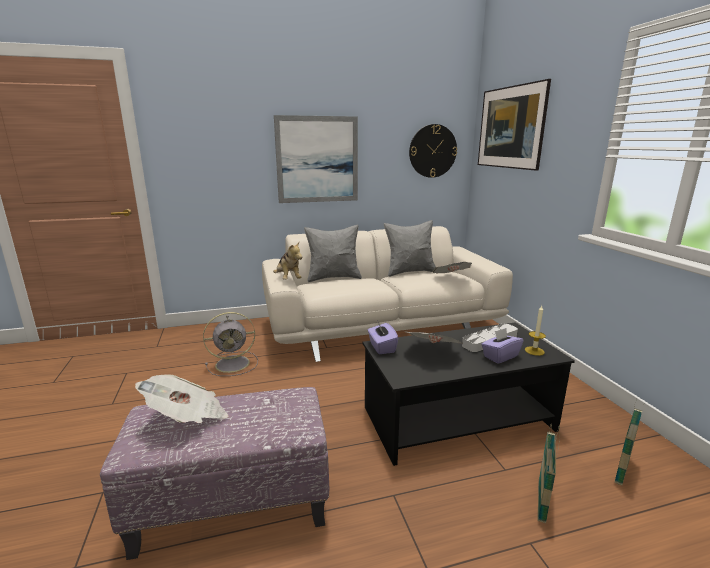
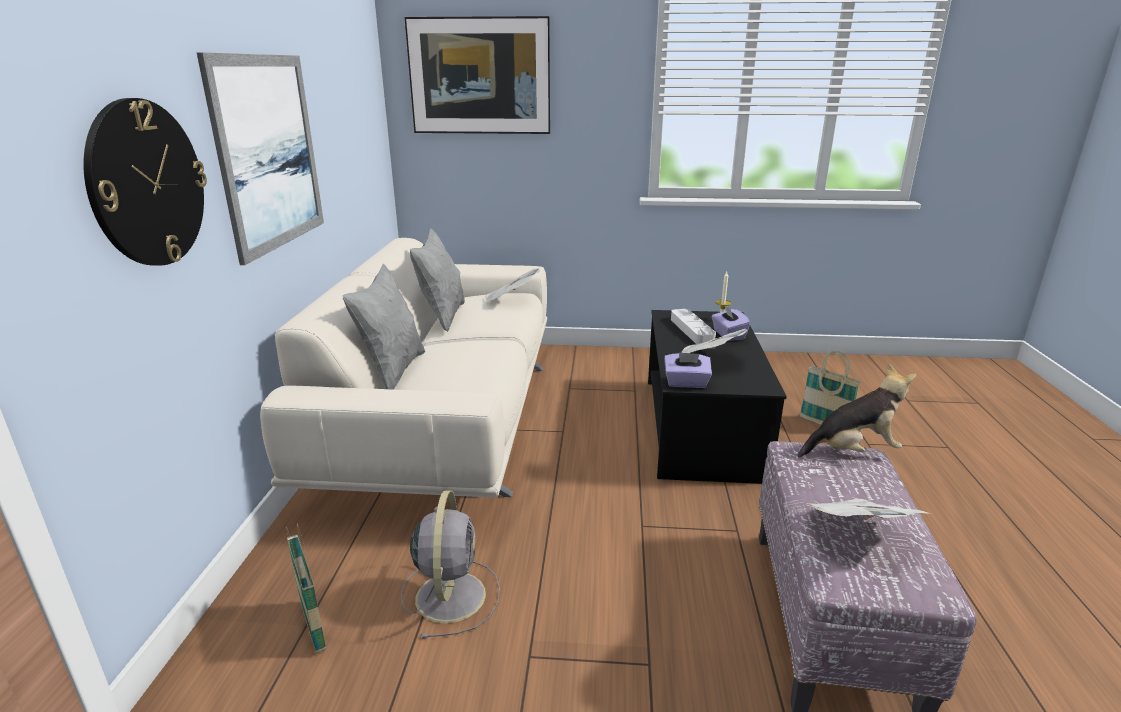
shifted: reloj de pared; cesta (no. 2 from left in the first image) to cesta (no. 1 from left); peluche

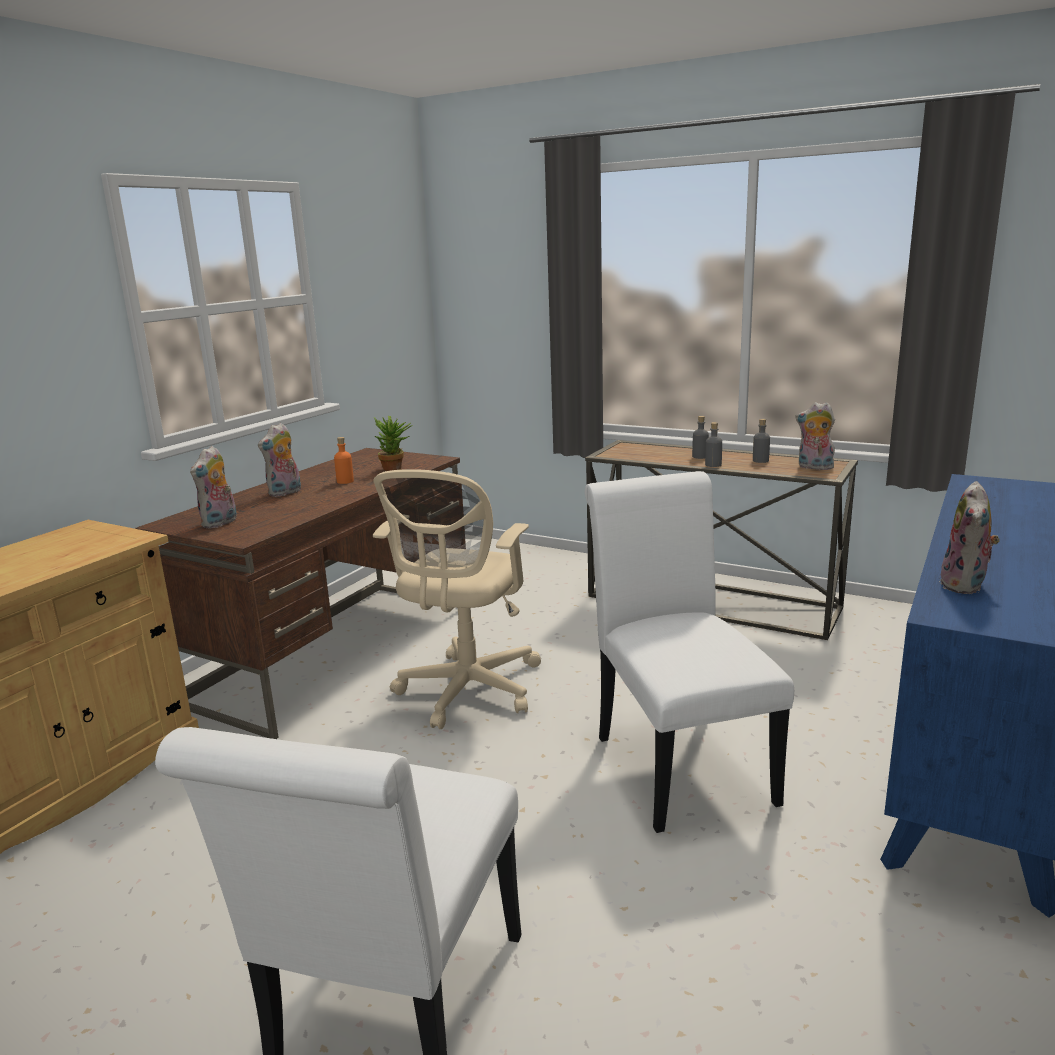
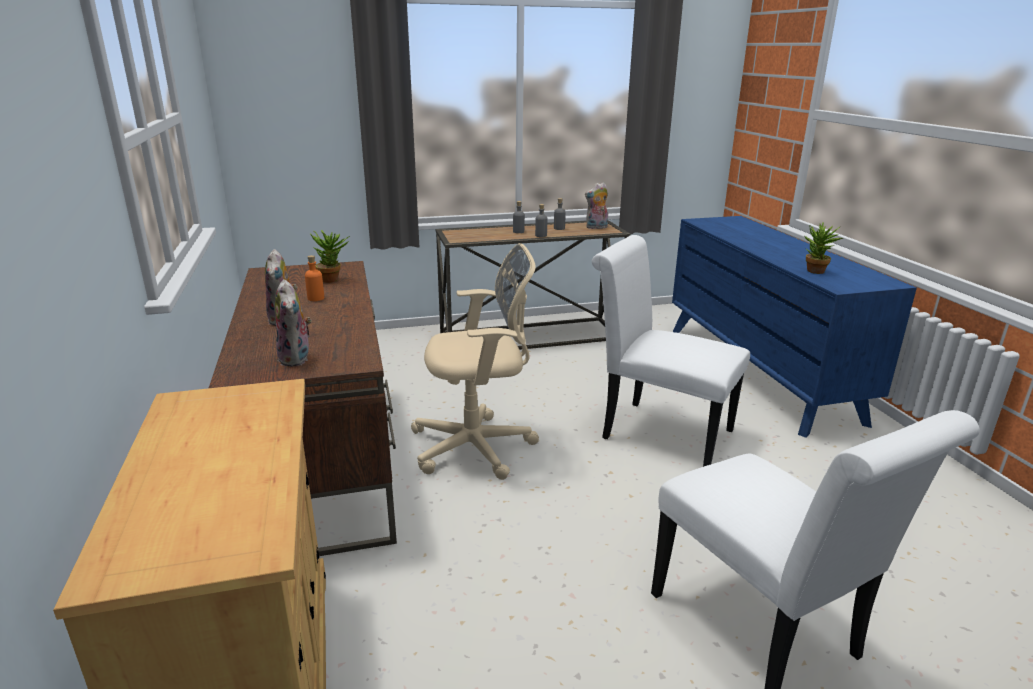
swapped: peluche (no. 4 from left) to planta en maceta (no. 2 from left)
rotated: silla de oficina/beis 75 degrees counterclockwise

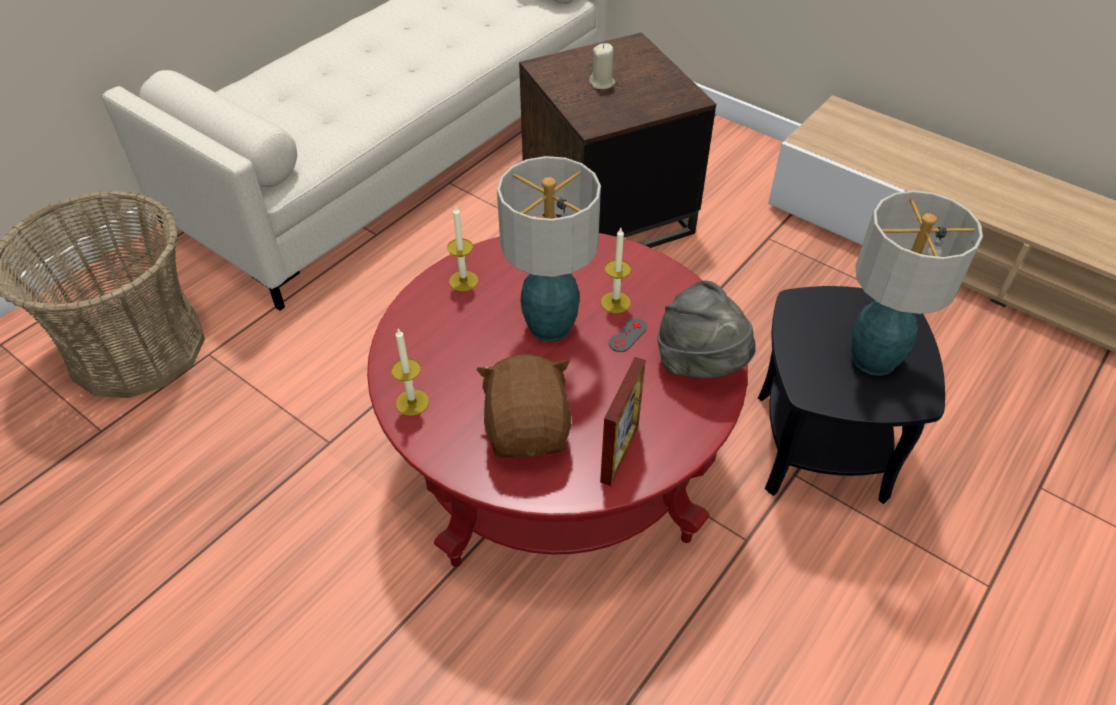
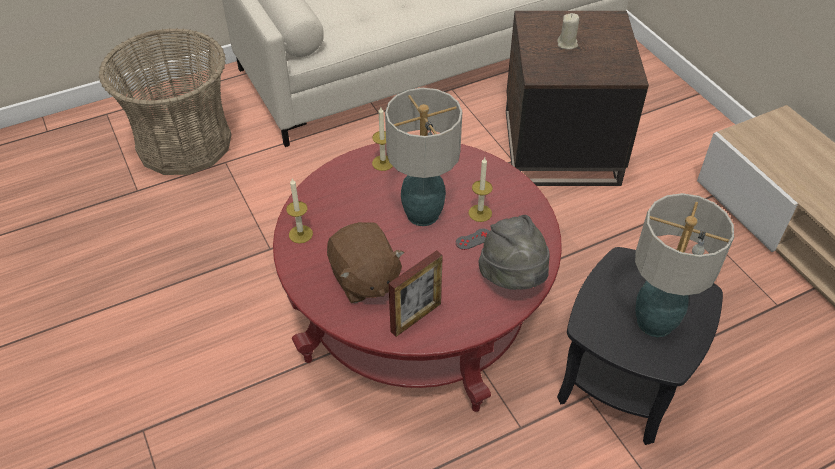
rotated: peluche/marrón 135 degrees clockwise

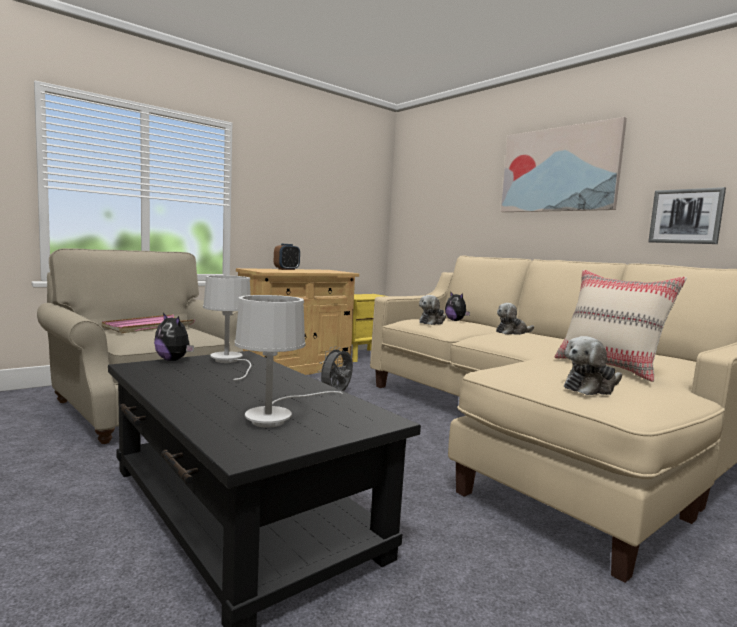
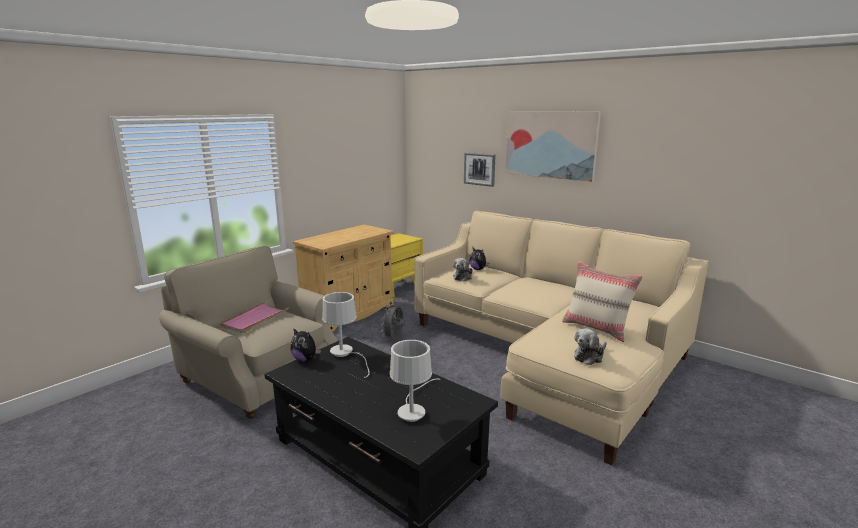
gone: despertador; peluche (no. 4 from left)
shifted: cuadro (no. 2 from left in the first image) to cuadro (no. 1 from left)

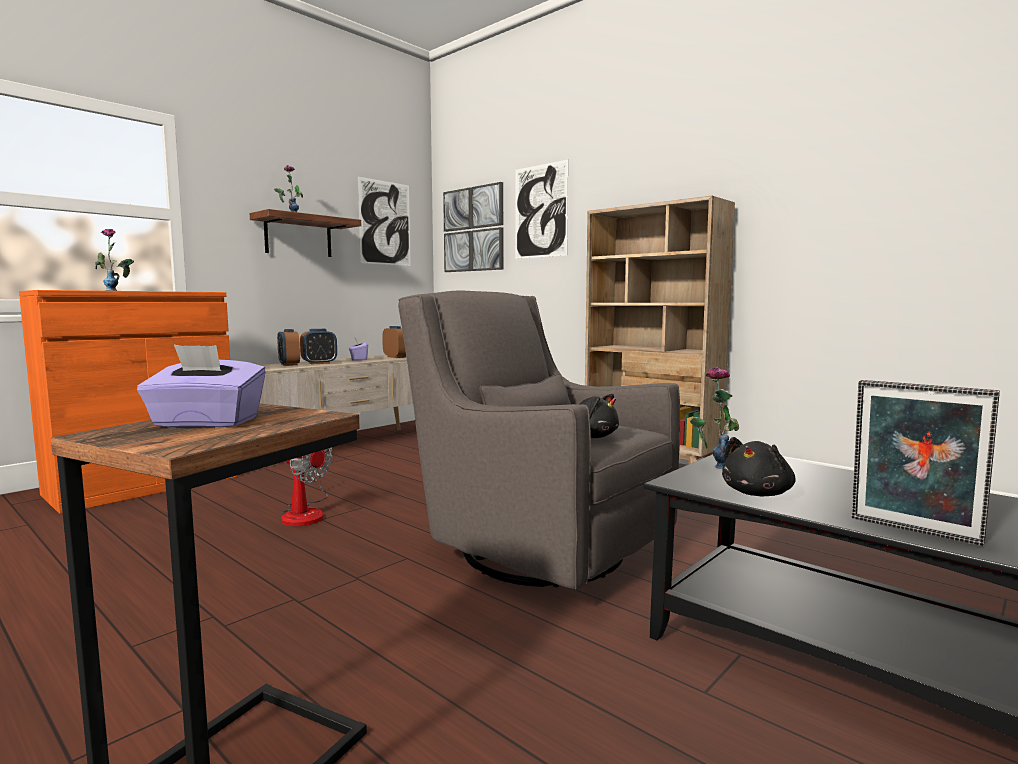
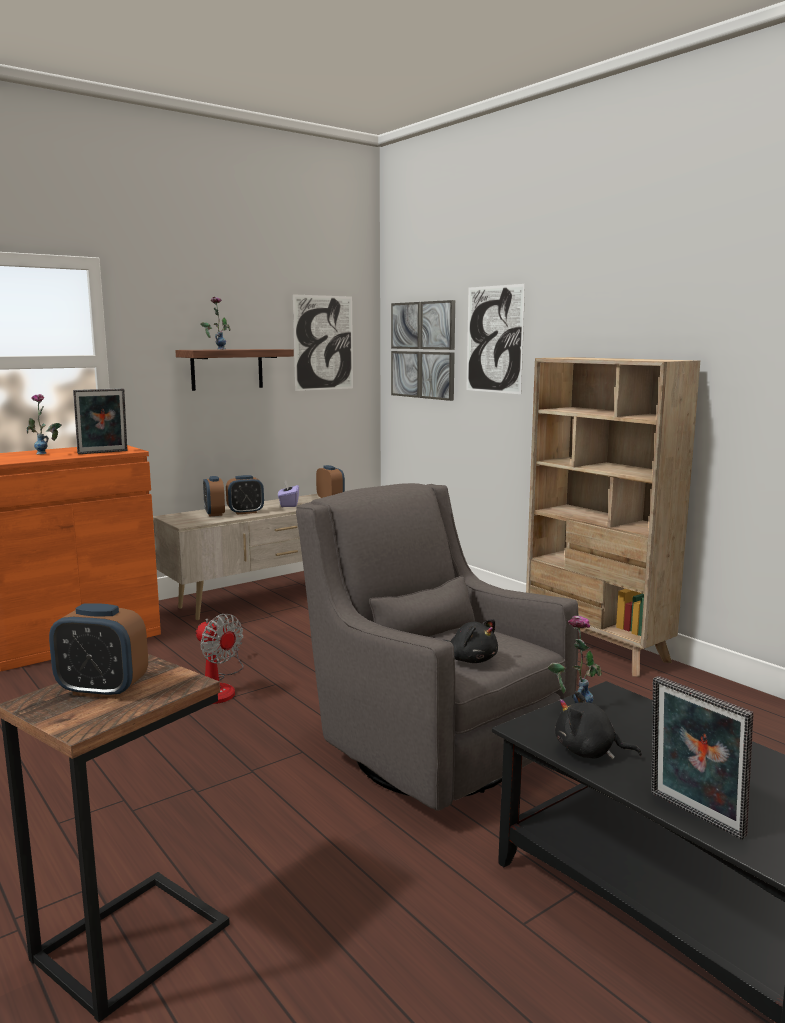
new: portarretratos (no. 1 from left)
swapped: caja de pañuelos/morado (no. 1 from left) to despertador (no. 1 from left)
rotated: peluche/negro (no. 2 from left) 60 degrees clockwise

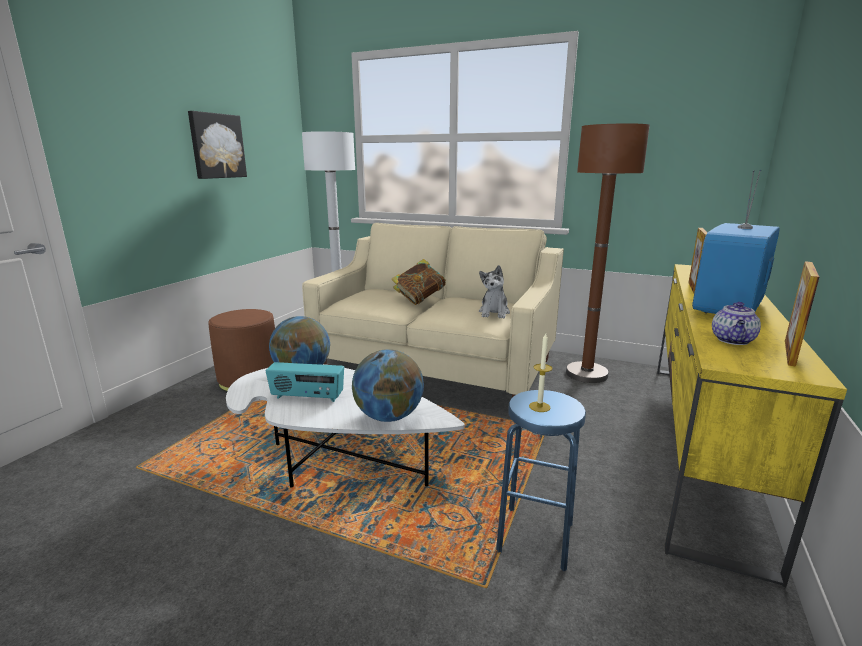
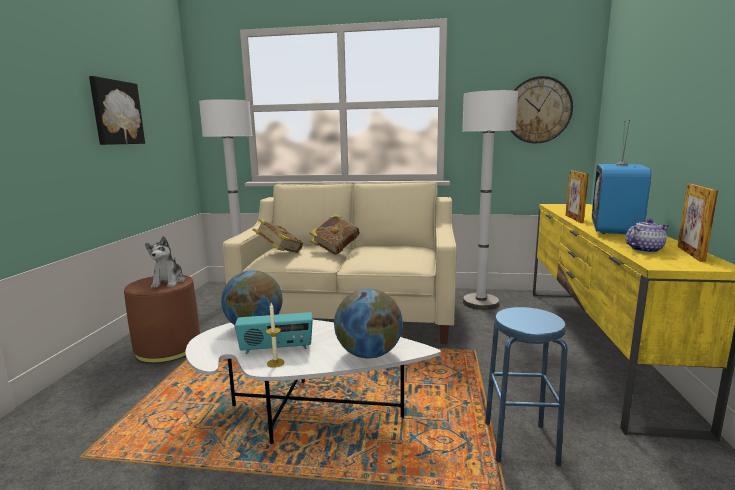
new: libro (no. 1 from left); reloj de pared
shifted: peluche; vela
repainted: lámpara de pie/marrón to lámpara de pie/blanco (no. 2 from left)
rotated: tetera 120 degrees counterclockwise

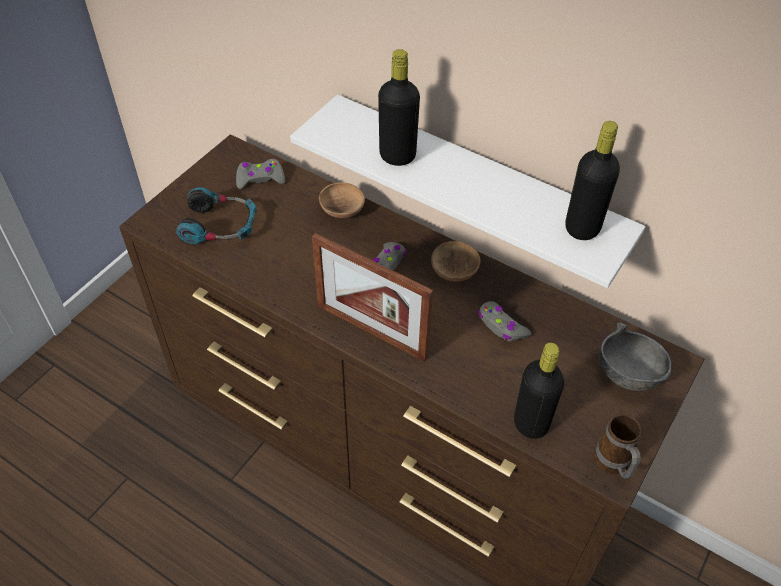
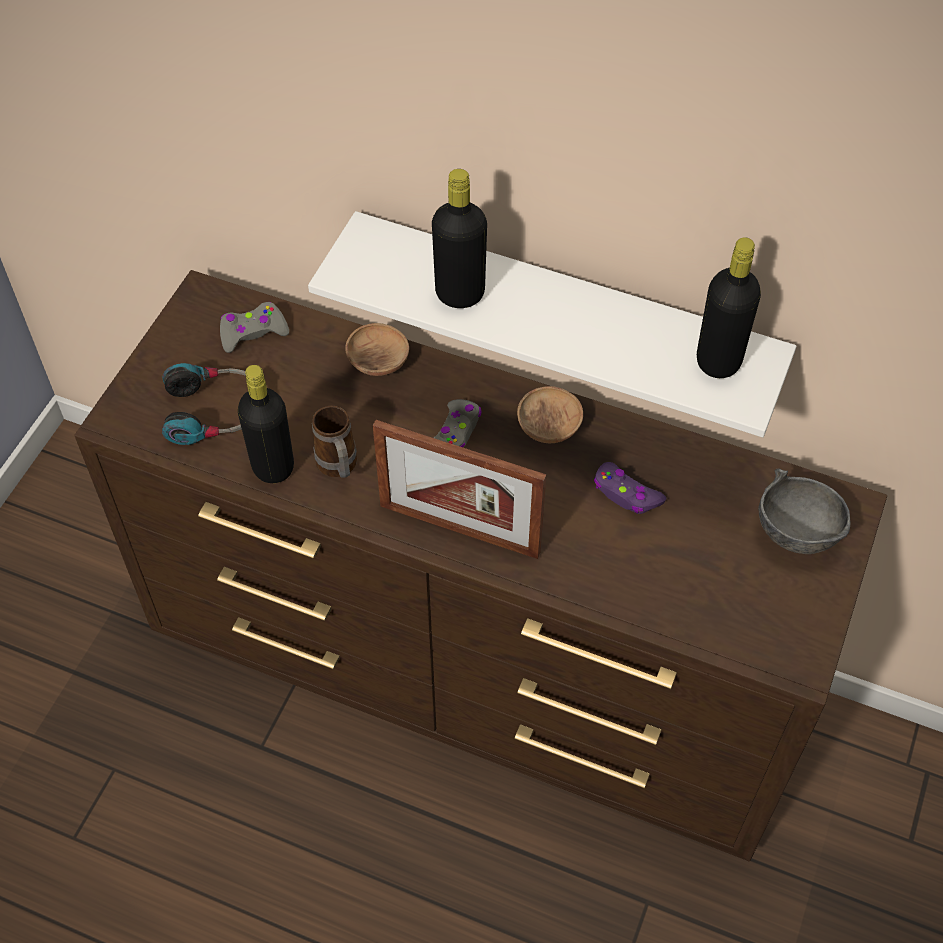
shifted: botella/negro (no. 2 from left in the first image) to botella/negro (no. 1 from left); taza grande
repainted: mando de consola/gris (no. 3 from left) to mando de consola/morado

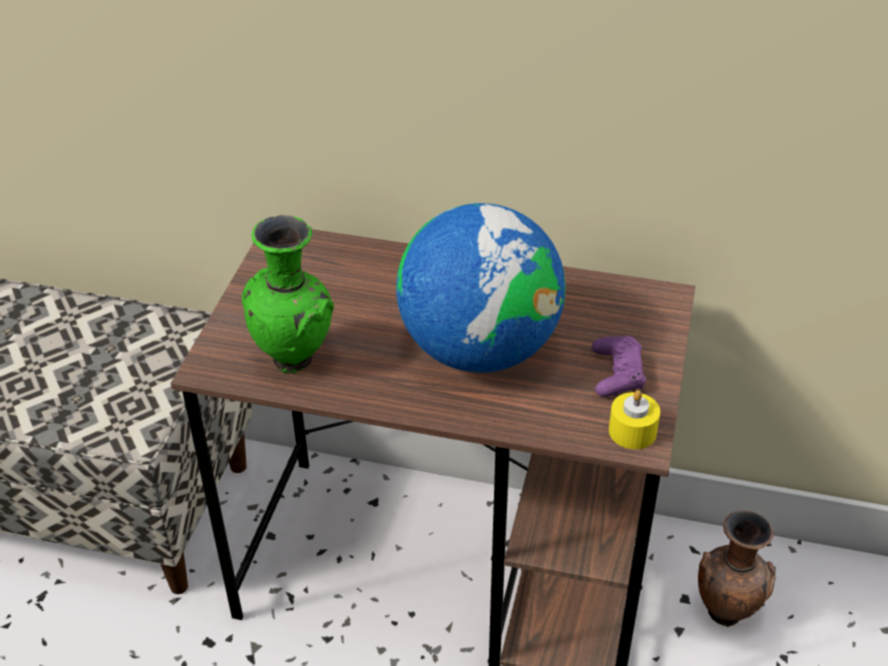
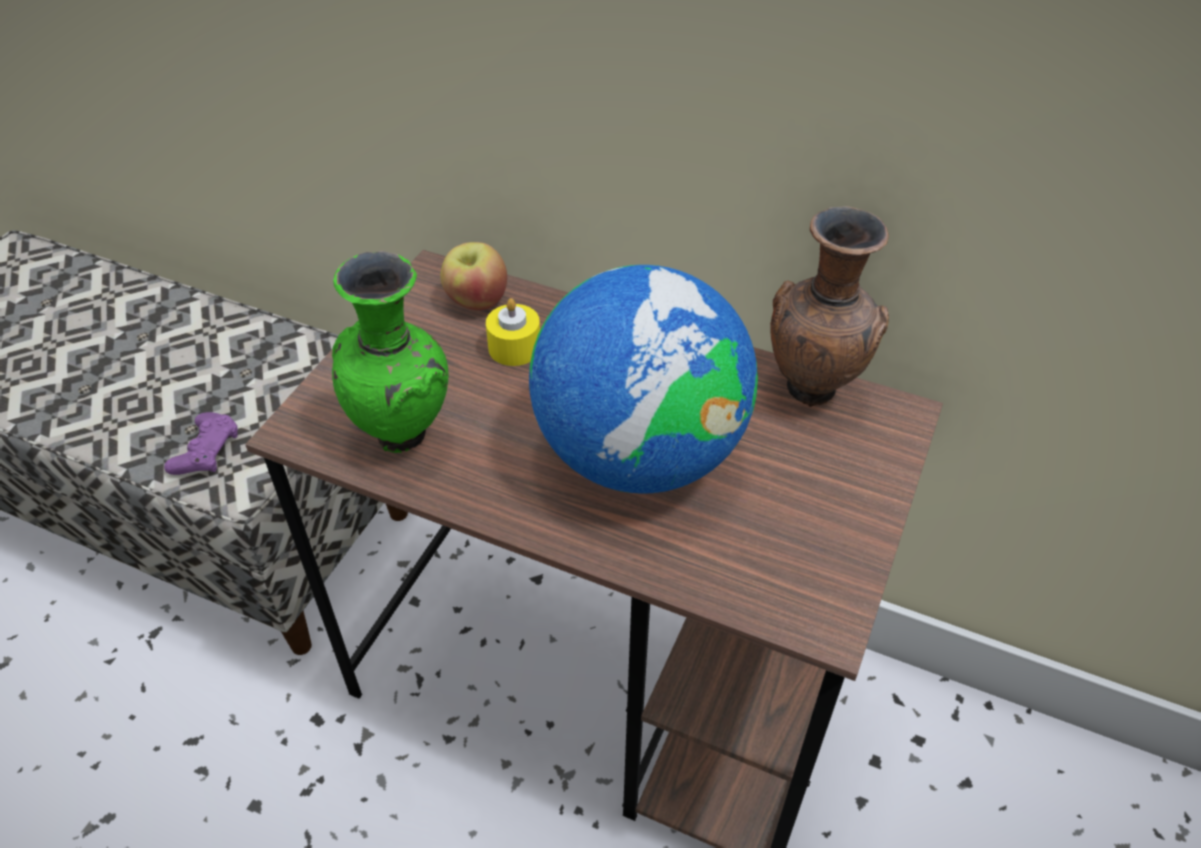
new: manzana
shifted: mando de consola/morado; vela/amarillo; florero/marrón

